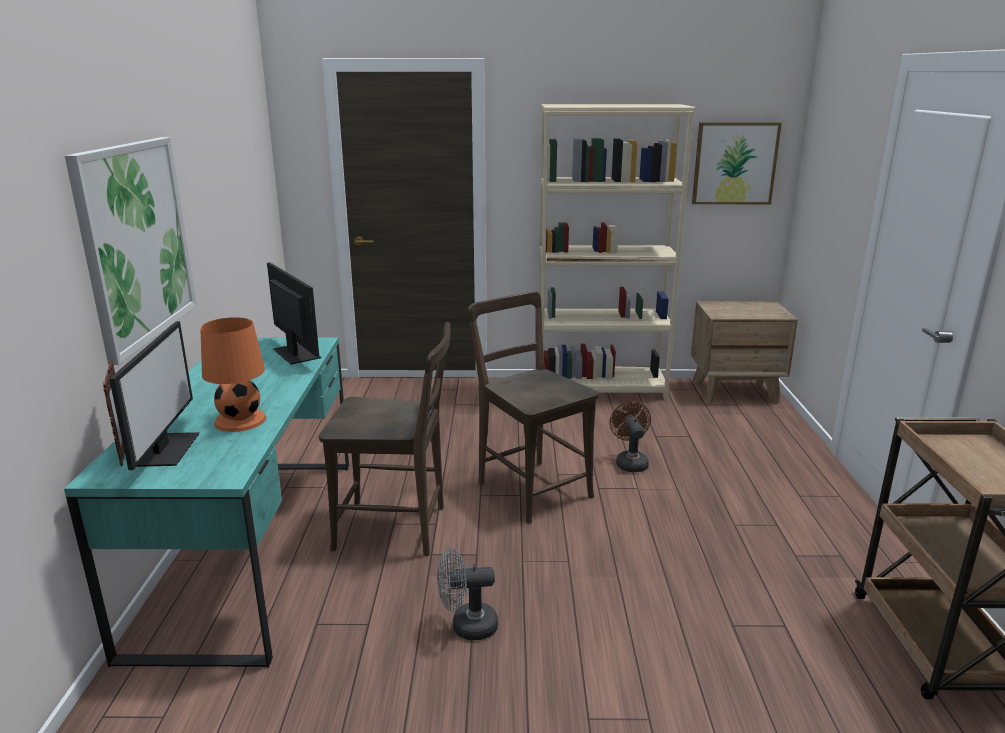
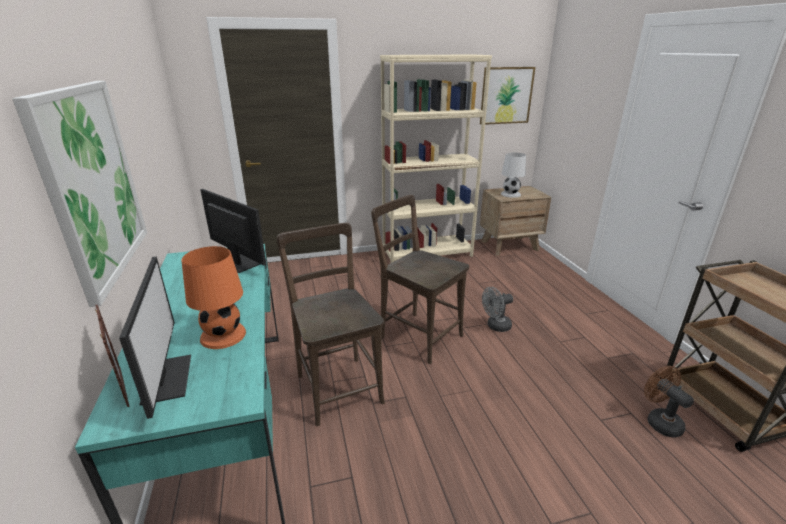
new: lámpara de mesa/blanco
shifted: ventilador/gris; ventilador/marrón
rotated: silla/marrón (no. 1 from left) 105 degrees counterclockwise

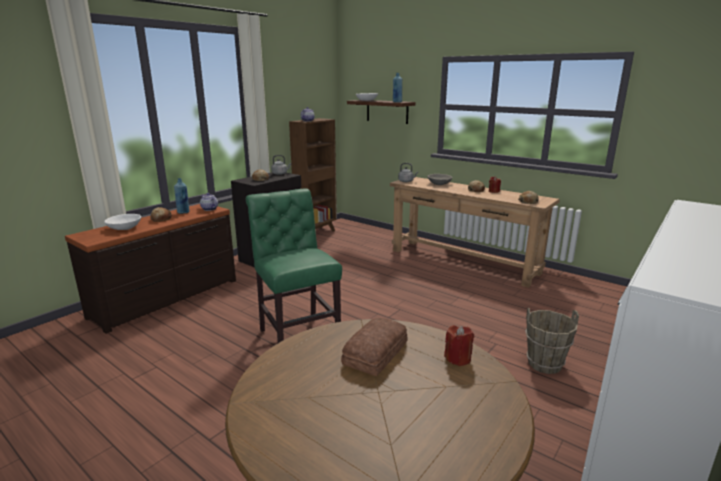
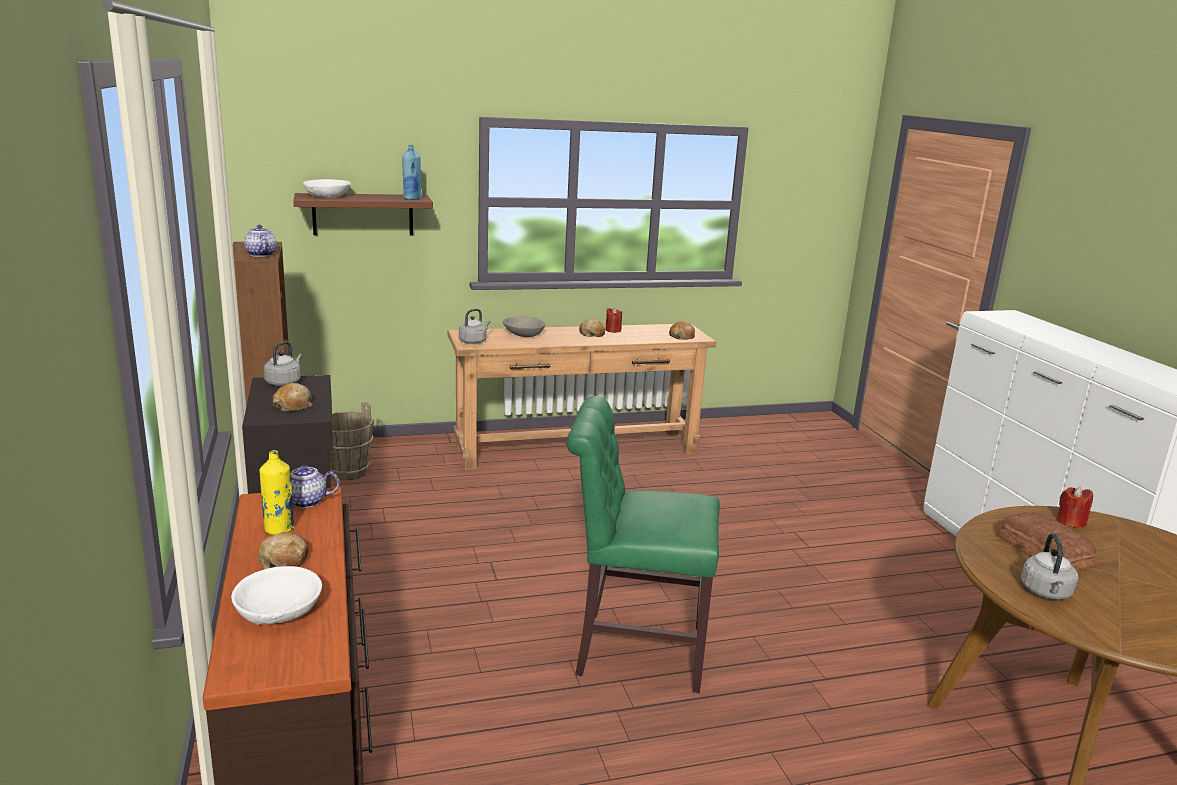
new: hervidor/gris (no. 3 from left)
shifted: cubo/marrón
repainted: botella/azul (no. 1 from left) to botella/amarillo

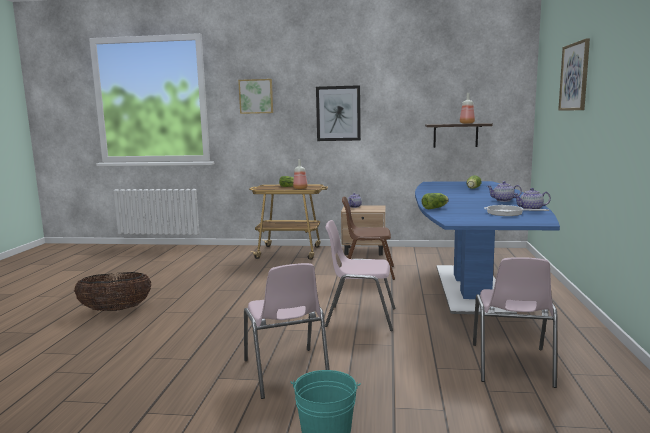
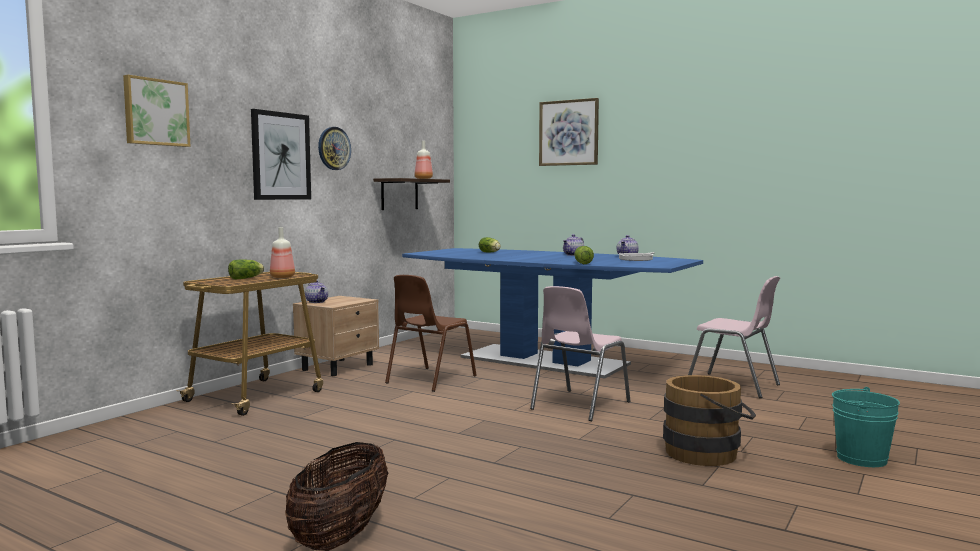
new: reloj de pared
swapped: silla/rosa (no. 1 from left) to cubo/marrón

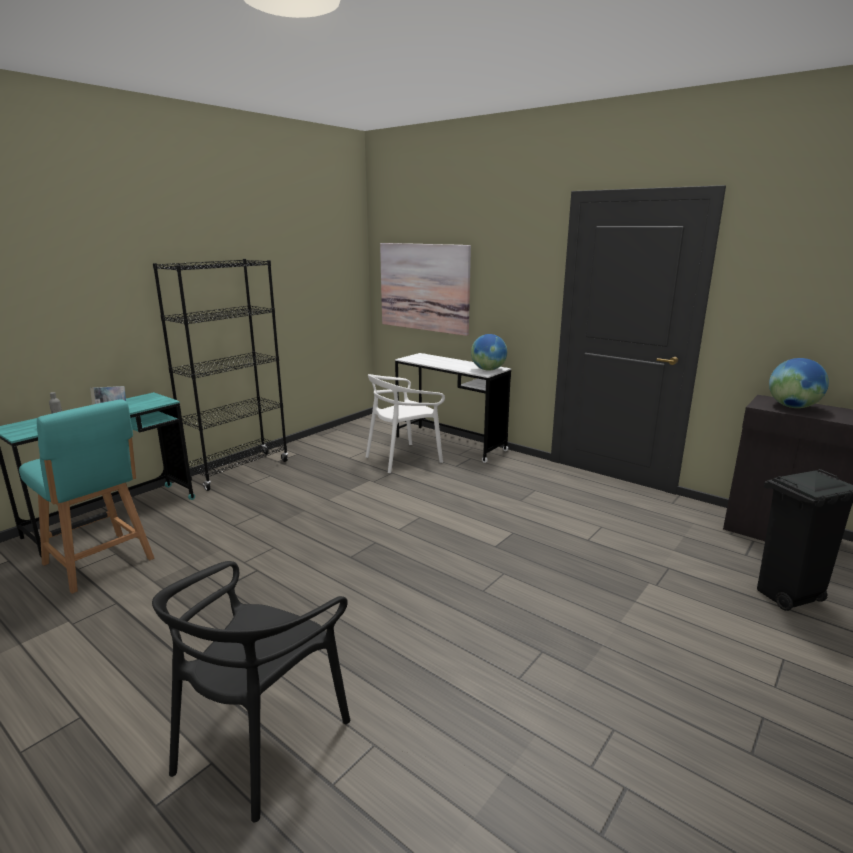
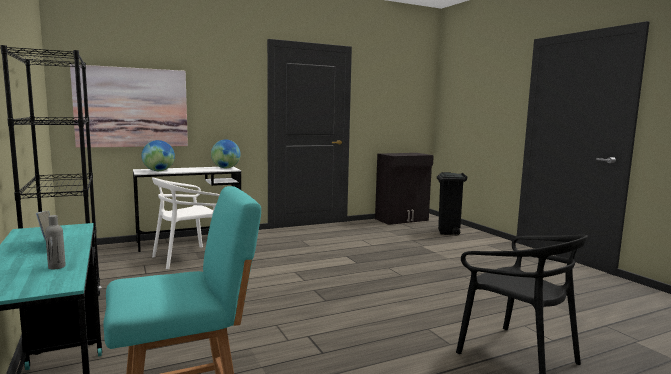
shifted: globo terráqueo (no. 2 from left in the first image) to globo terráqueo (no. 1 from left)
rotated: silla/blanco 60 degrees clockwise

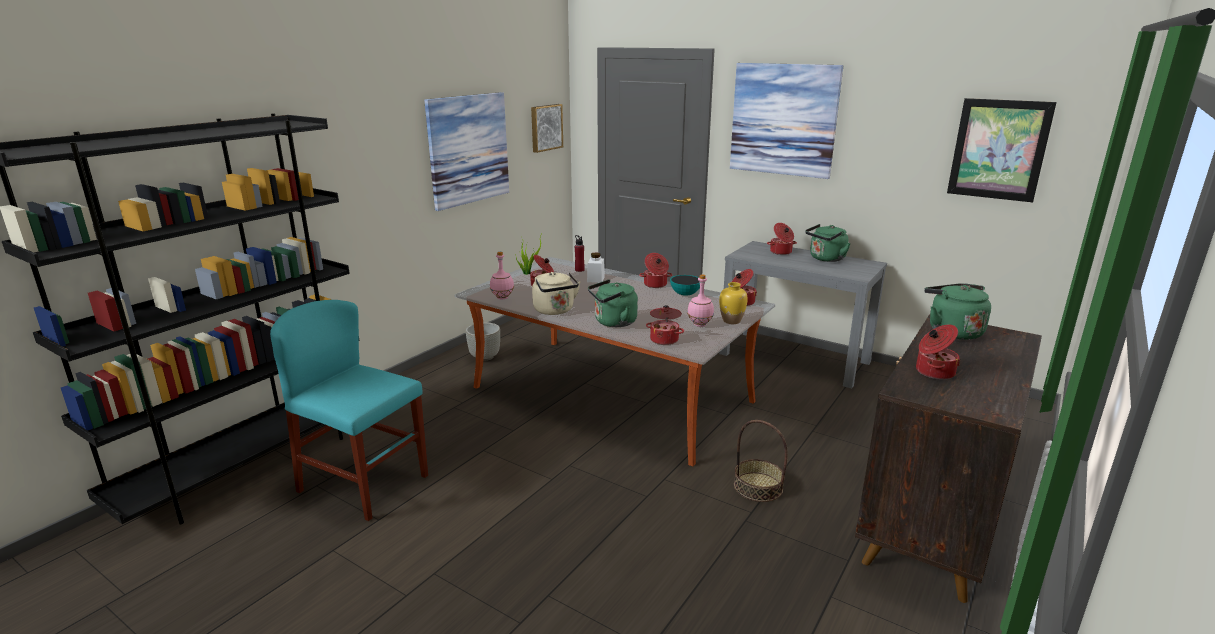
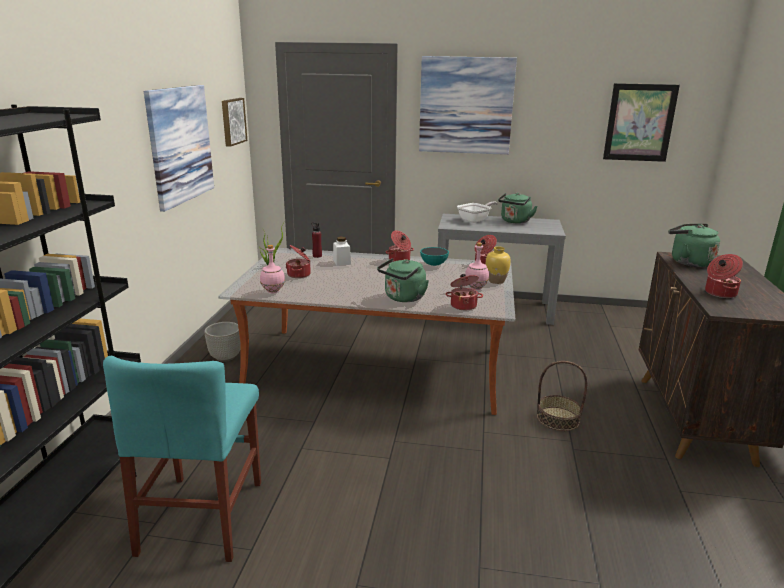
gone: hervidor/beis
swapped: olla (no. 5 from left) to sartén
rotated: silla/turquesa 90 degrees counterclockwise

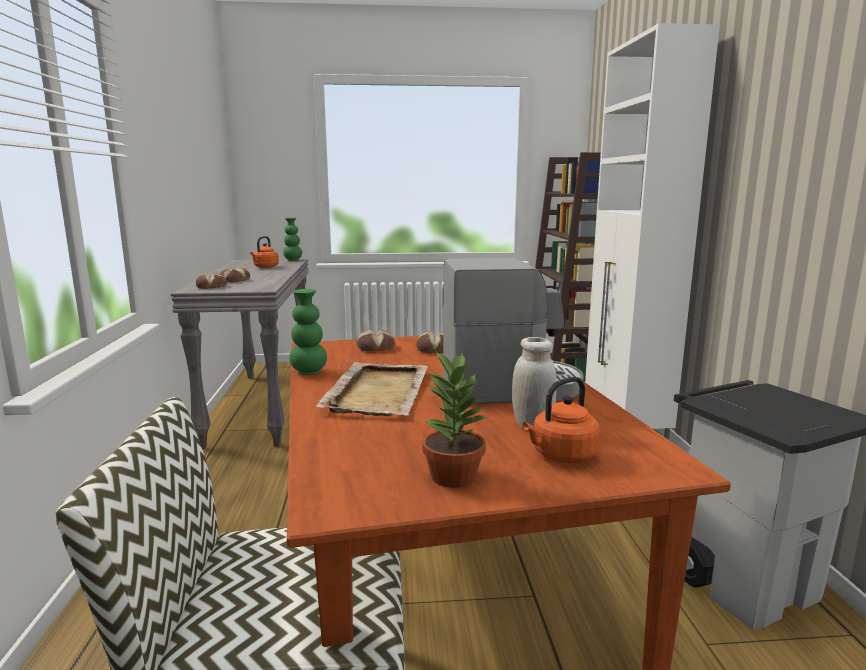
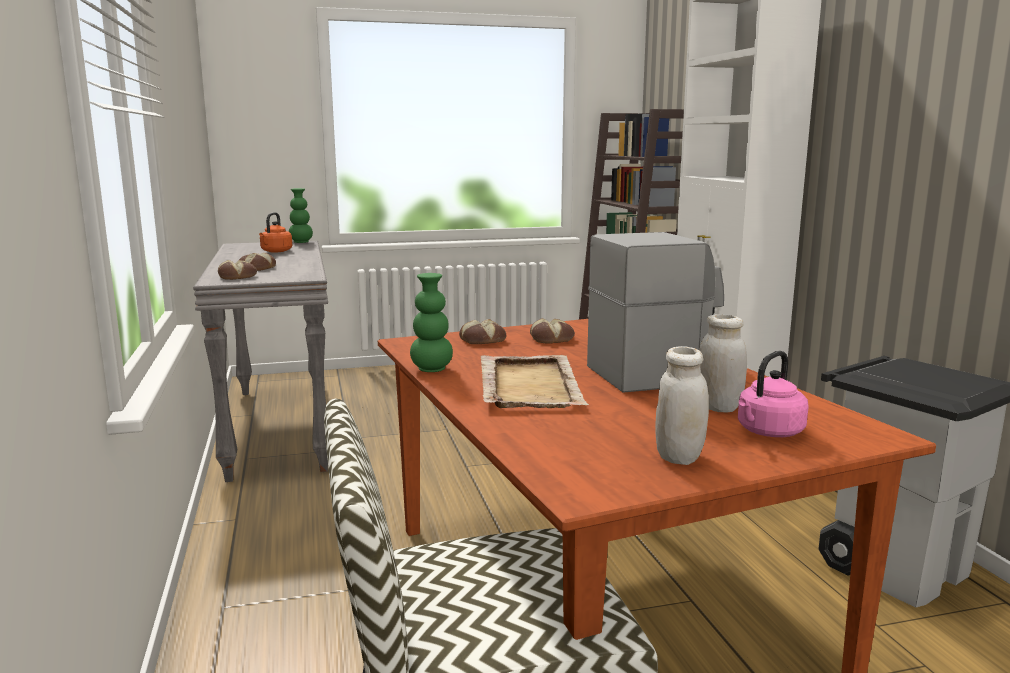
swapped: planta en maceta to tarro/blanco (no. 1 from left)
repainted: hervidor/naranja (no. 2 from left) to hervidor/rosa

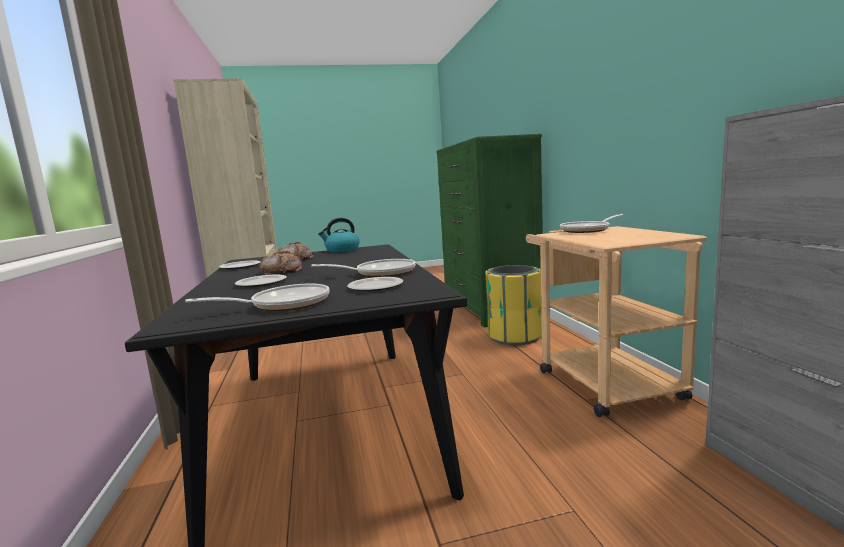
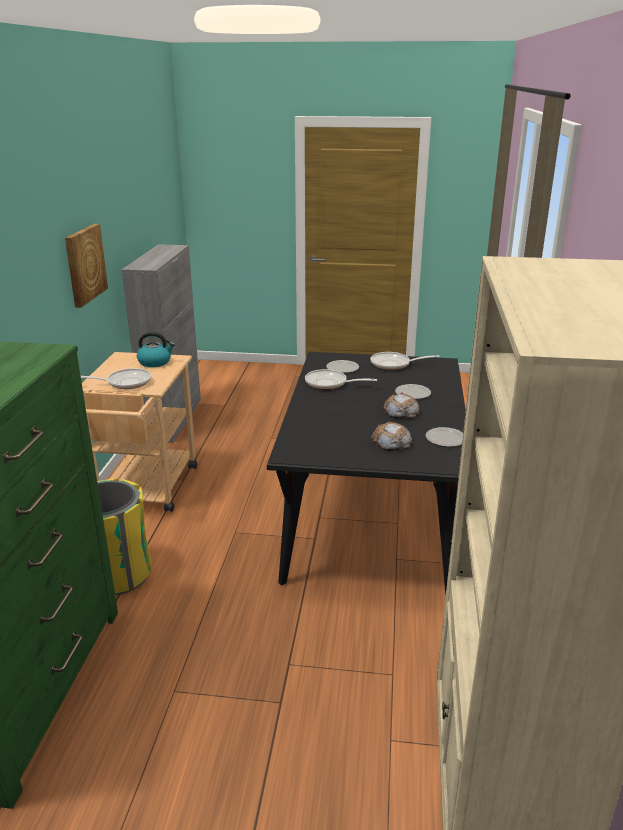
new: cuadro
shifted: hervidor

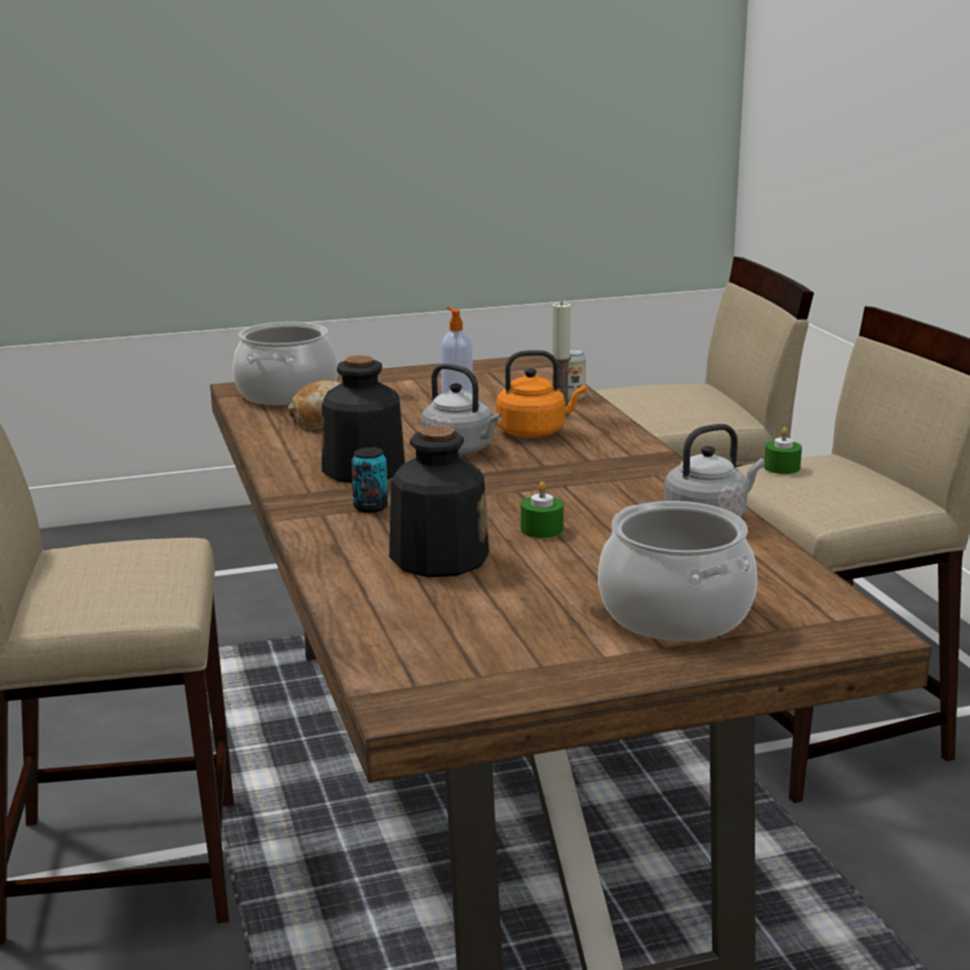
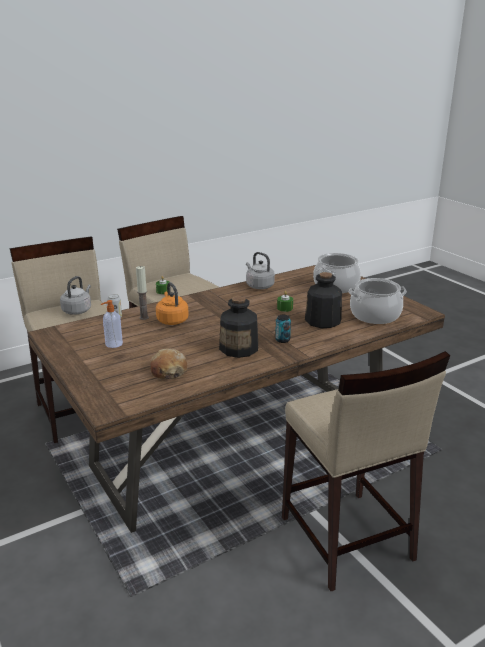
shifted: hervidor/gris (no. 1 from left); olla (no. 1 from left in the first image) to olla (no. 2 from left)

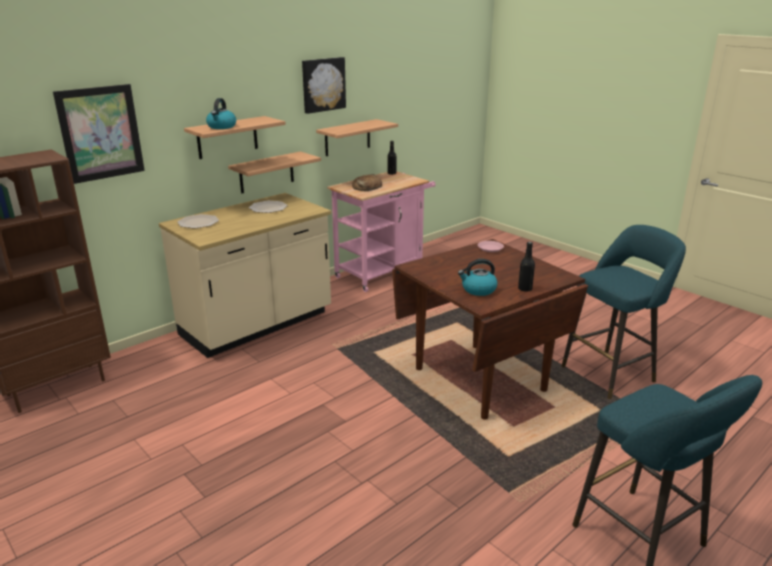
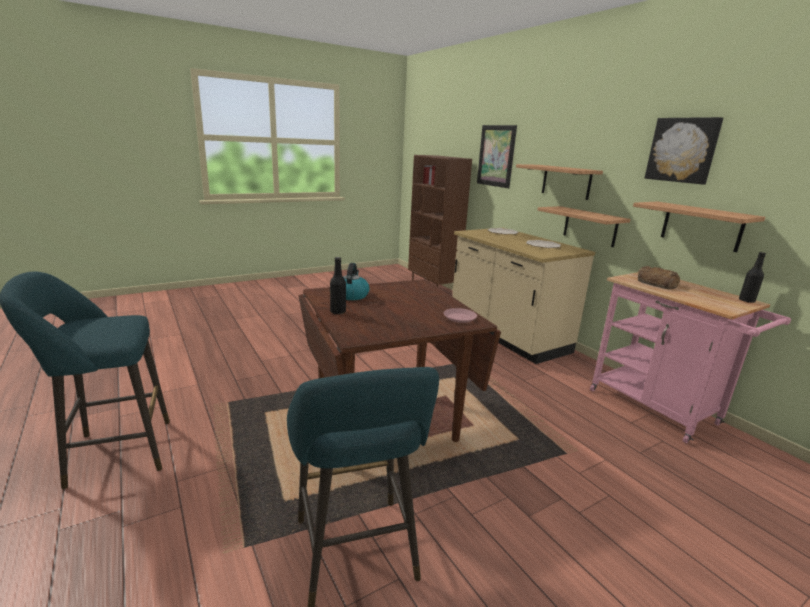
gone: hervidor (no. 1 from left)

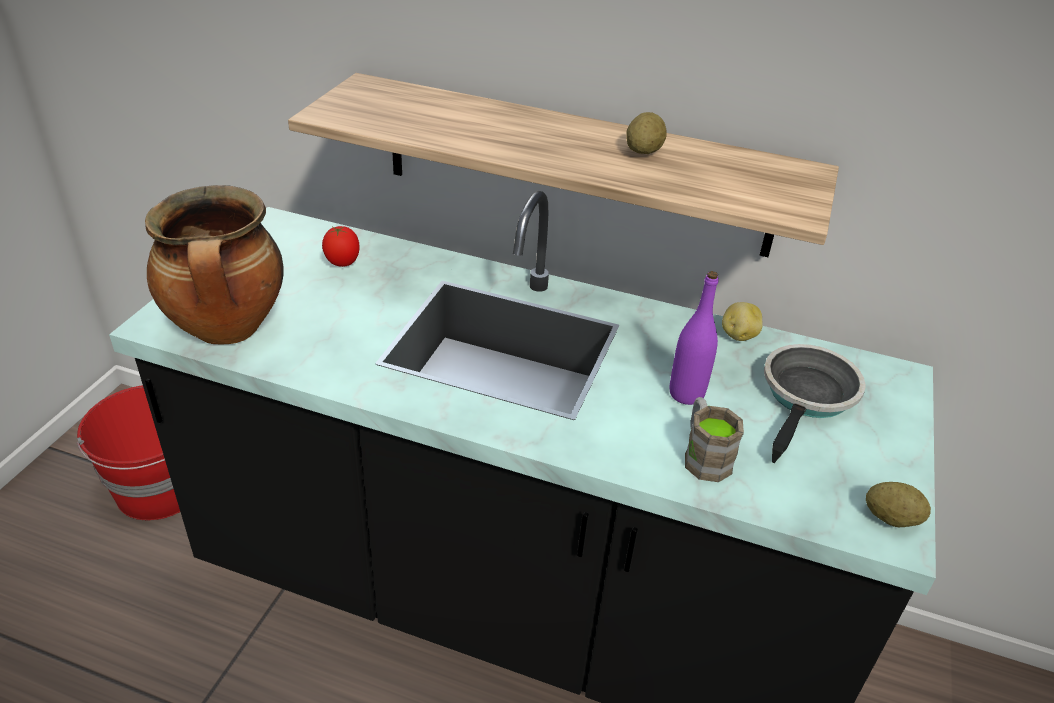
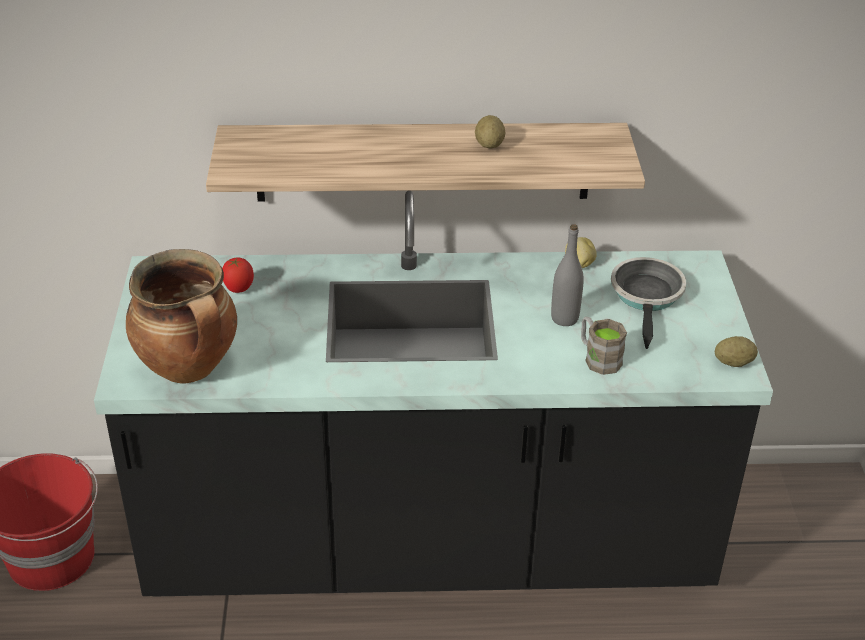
repainted: botella/morado to botella/gris

